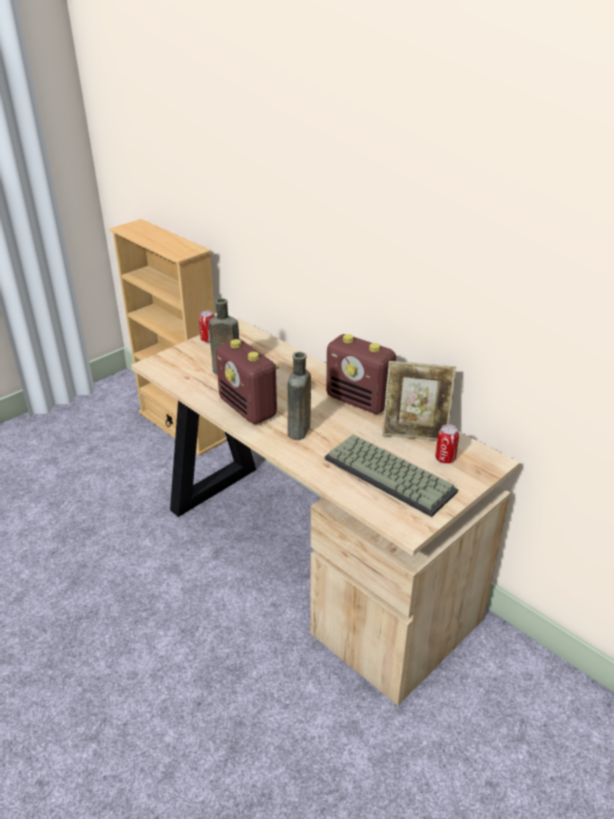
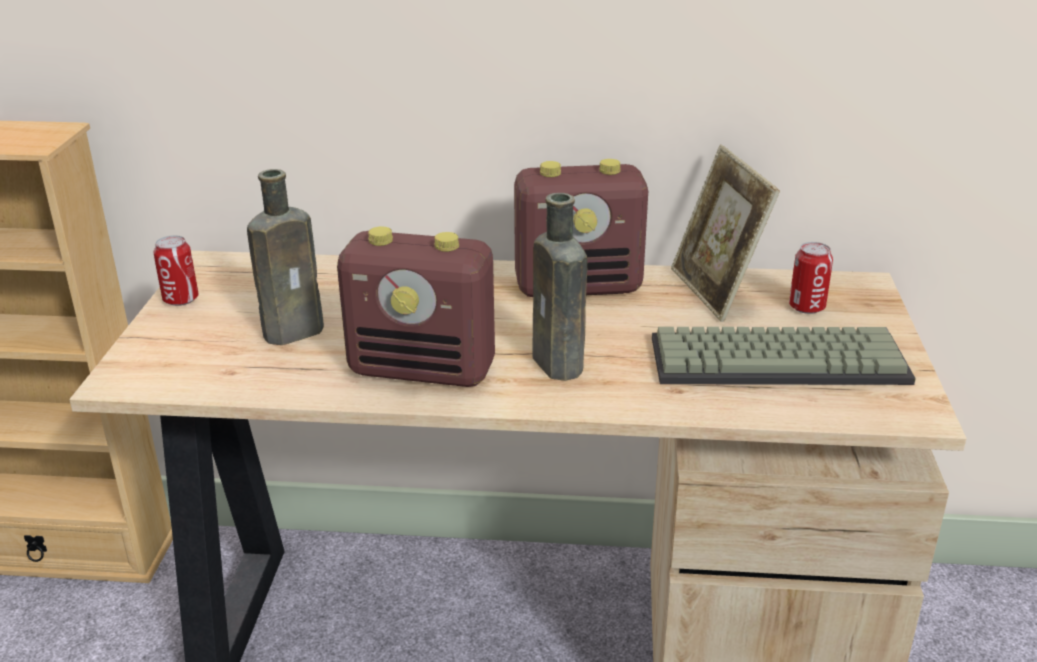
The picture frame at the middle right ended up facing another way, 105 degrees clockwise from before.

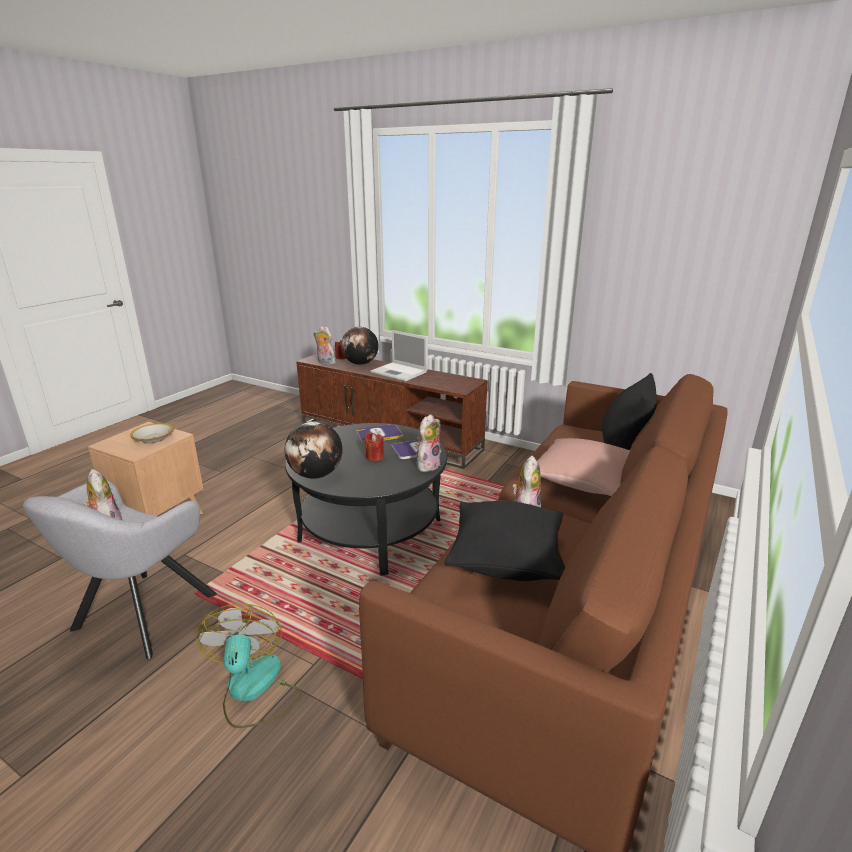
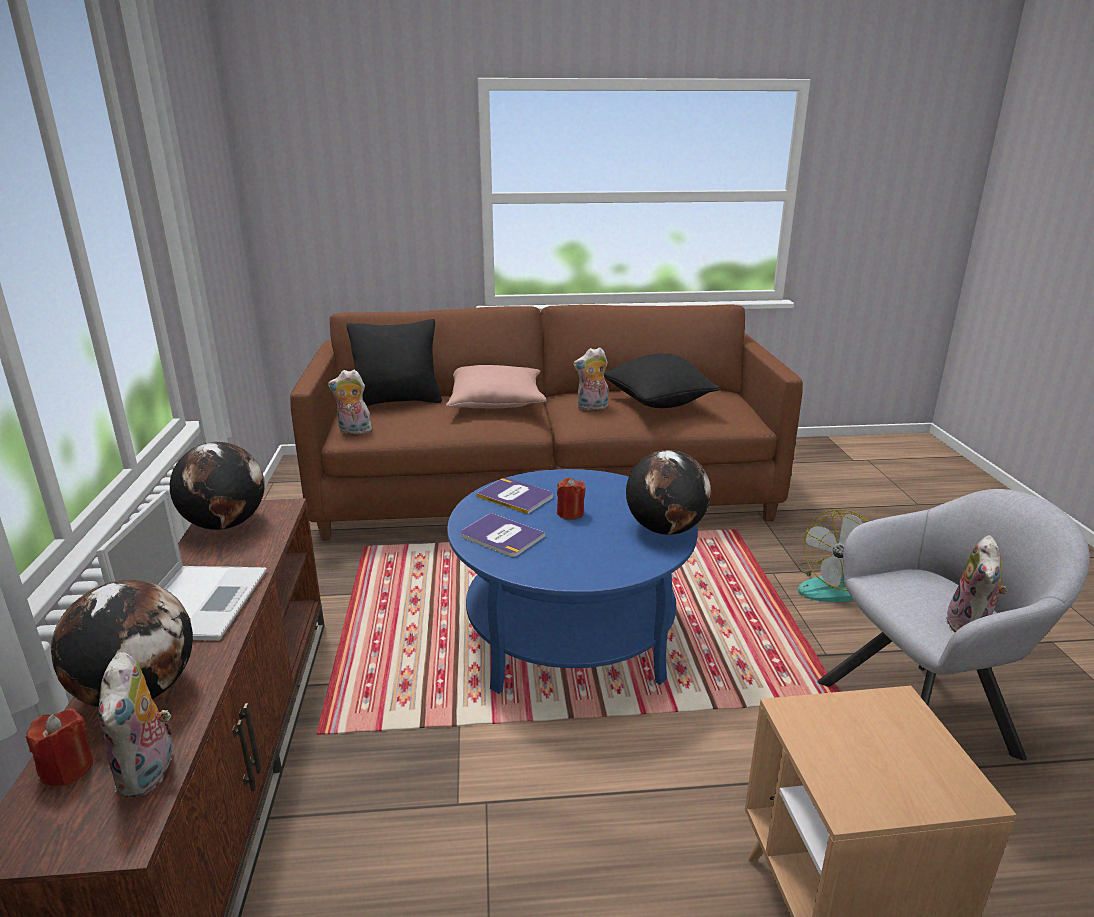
The second view gained the globe (no. 2 from left) at the middle left.
The plush toy (no. 3 from left in the first image) ended up elsewhere, having gone from the centre to the middle left.
What was the coffee table (black) at the centre turned into the coffee table (blue) at the centre.
The second view lost the bowl at the middle left.

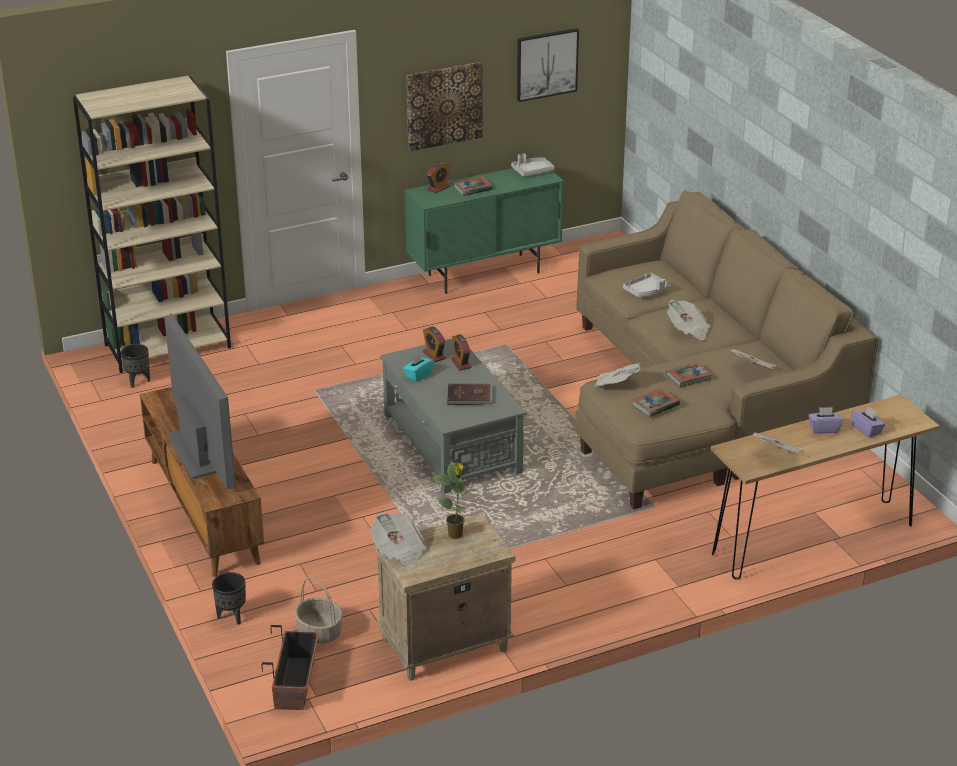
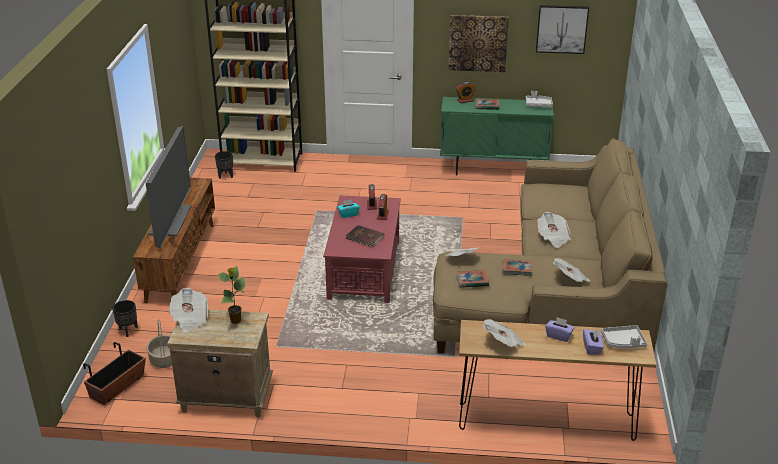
What was the coffee table (grey) at the centre turned into the coffee table (red) at the centre.
The tray (grey) (no. 2 from left) ended up elsewhere, having gone from the middle right to the bottom right.

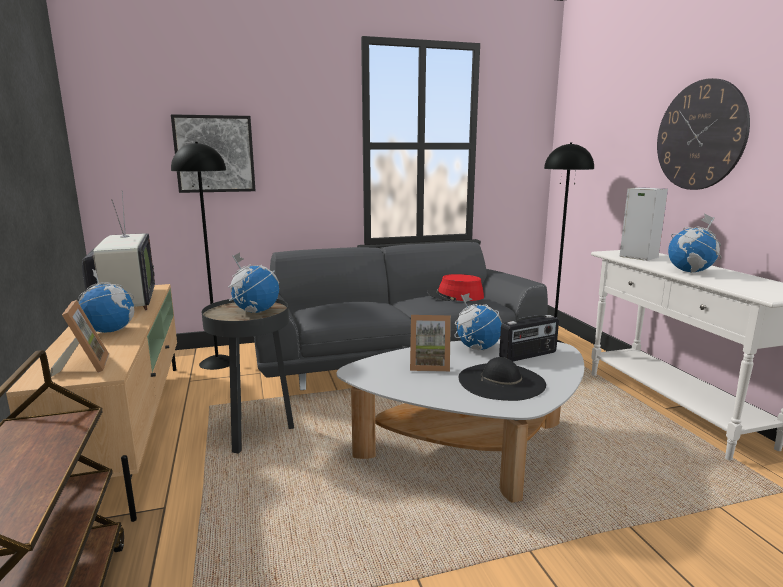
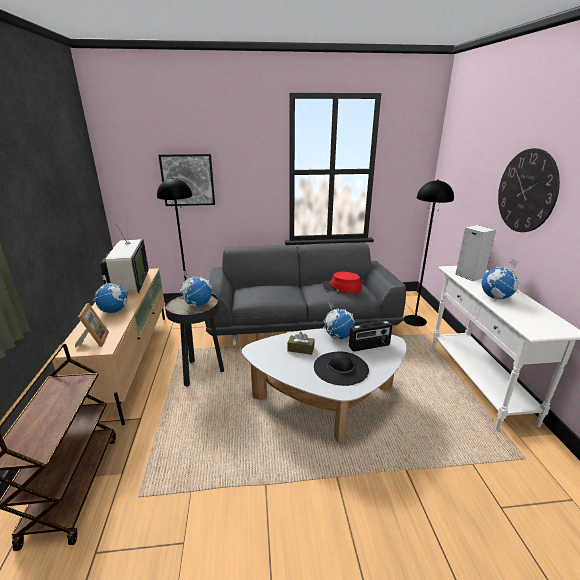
Where the picture frame (no. 2 from left) stood at the centre, the tissue box (brown) came to stand at the centre.

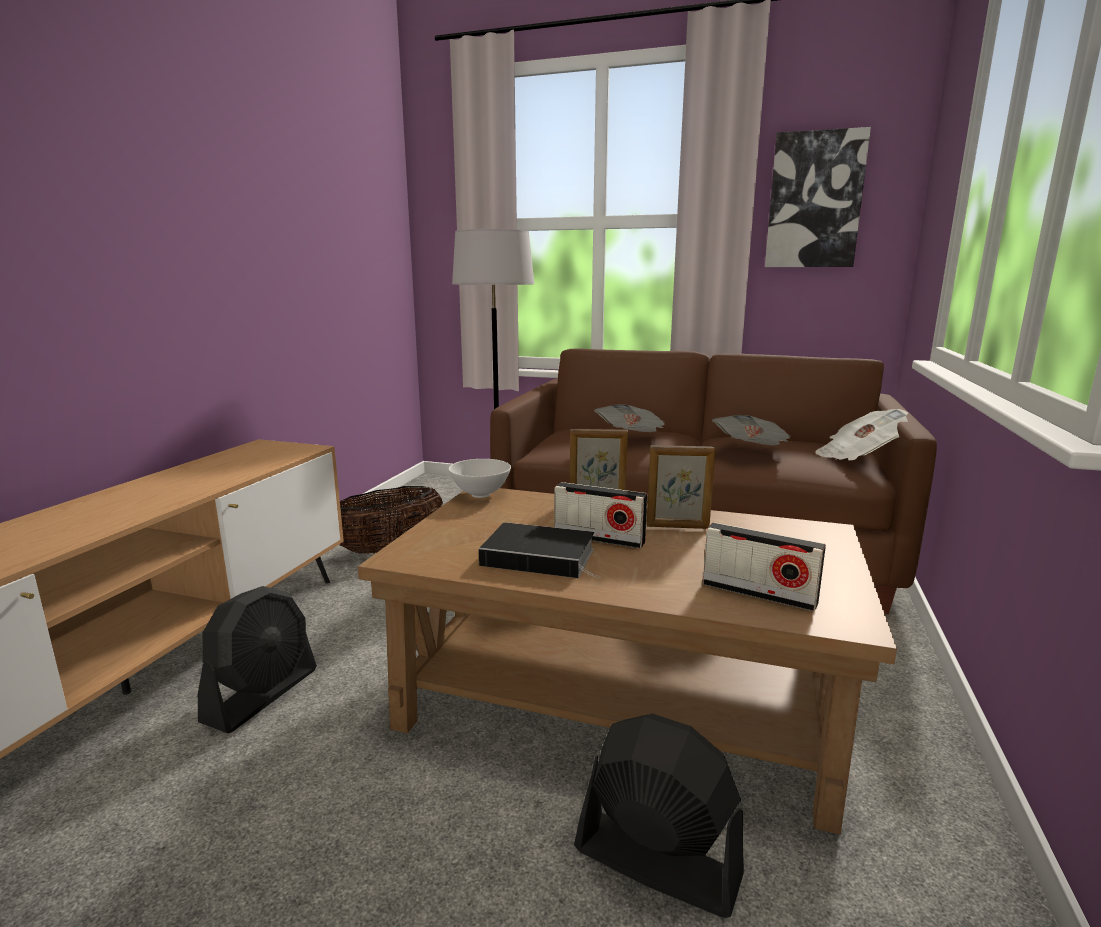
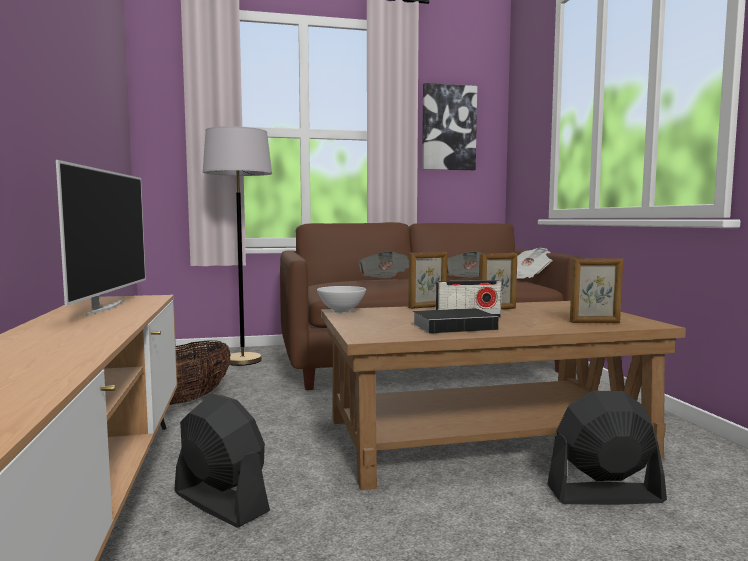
The second view gained the television at the middle left.
The fan (black) (no. 1 from left) at the bottom left ended up facing another way, 45 degrees counterclockwise from before.
Where the radio (no. 2 from left) stood at the middle right, the picture frame (no. 3 from left) came to stand at the middle right.

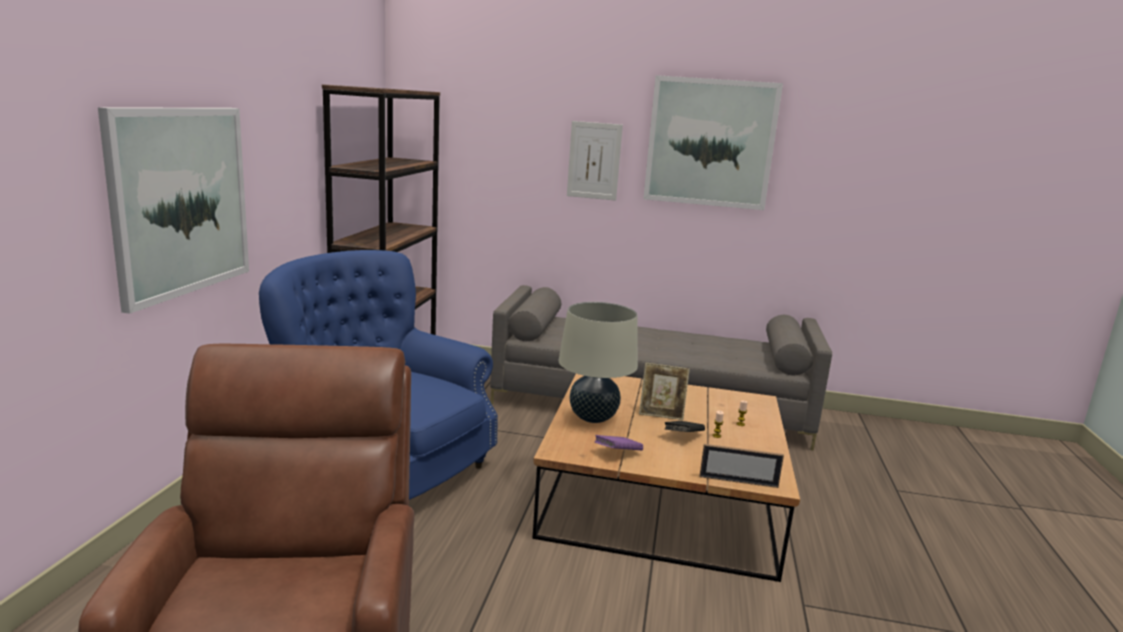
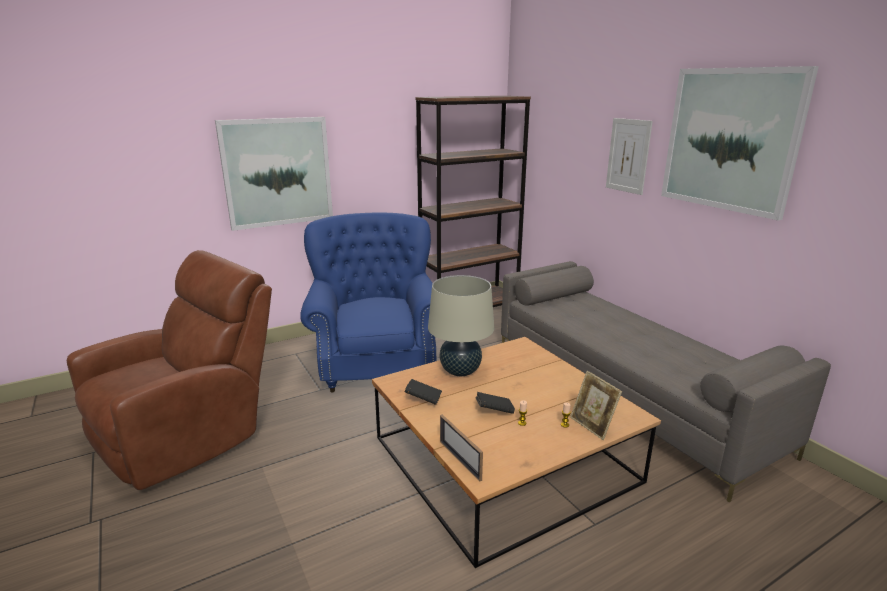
What was the book (purple) at the bottom centre turned into the book (black) (no. 1 from left) at the centre.
The picture frame (no. 1 from left in the first image) ended up elsewhere, having gone from the centre to the bottom right.

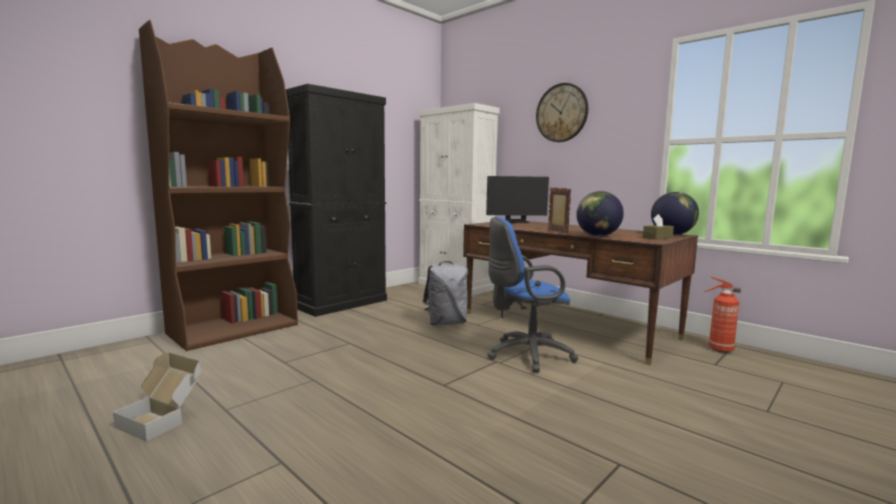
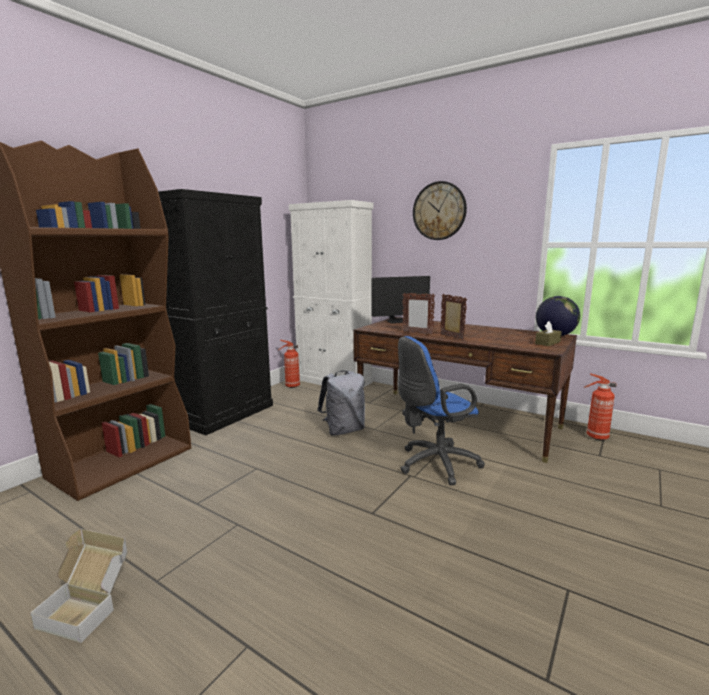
The second view gained the fire extinguisher (no. 1 from left) at the centre.
The second view gained the picture frame (no. 1 from left) at the centre.
The second view lost the globe (no. 1 from left) at the middle right.

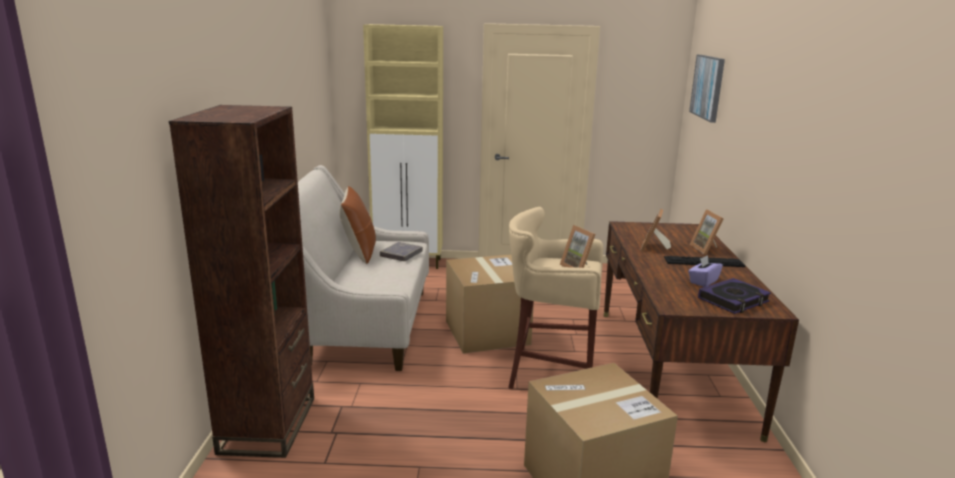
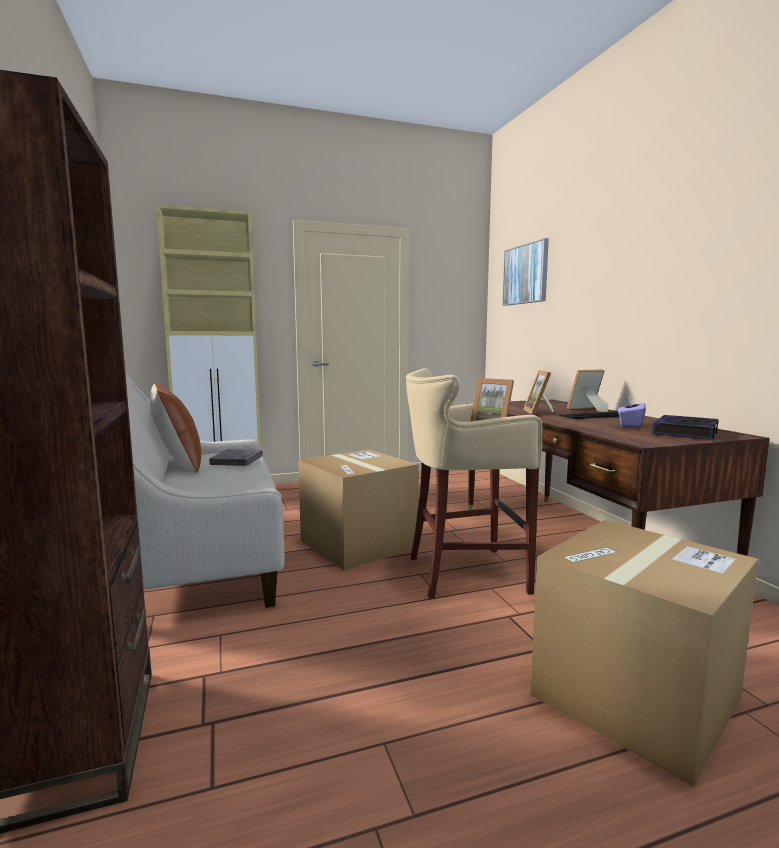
The picture frame (no. 3 from left) at the middle right ended up facing another way, 105 degrees clockwise from before.

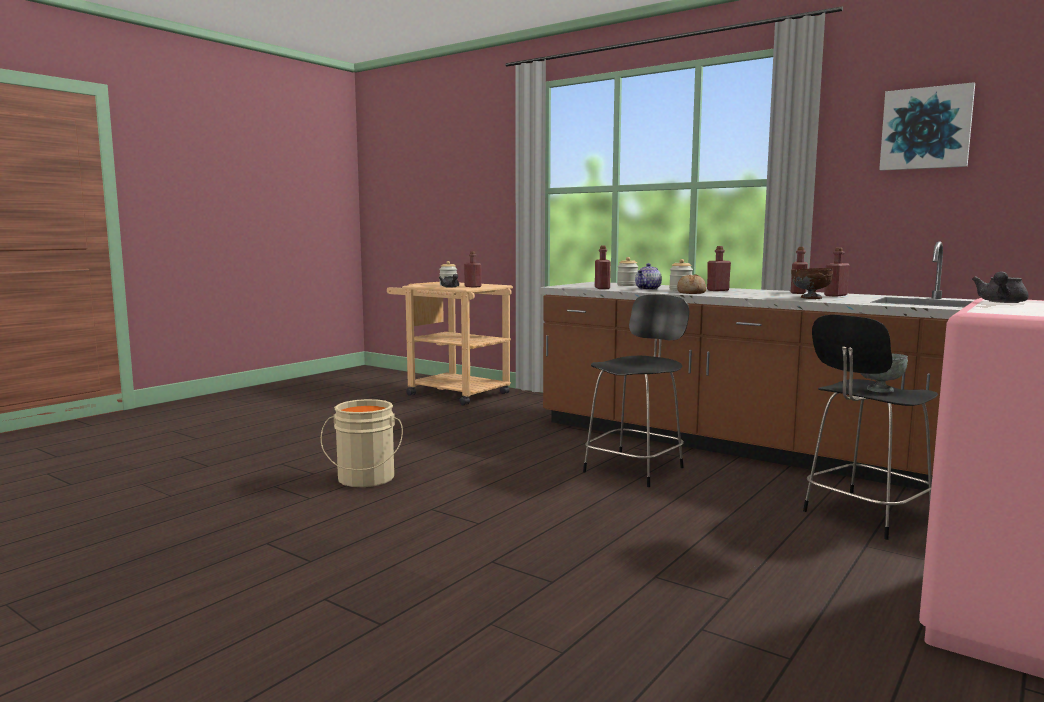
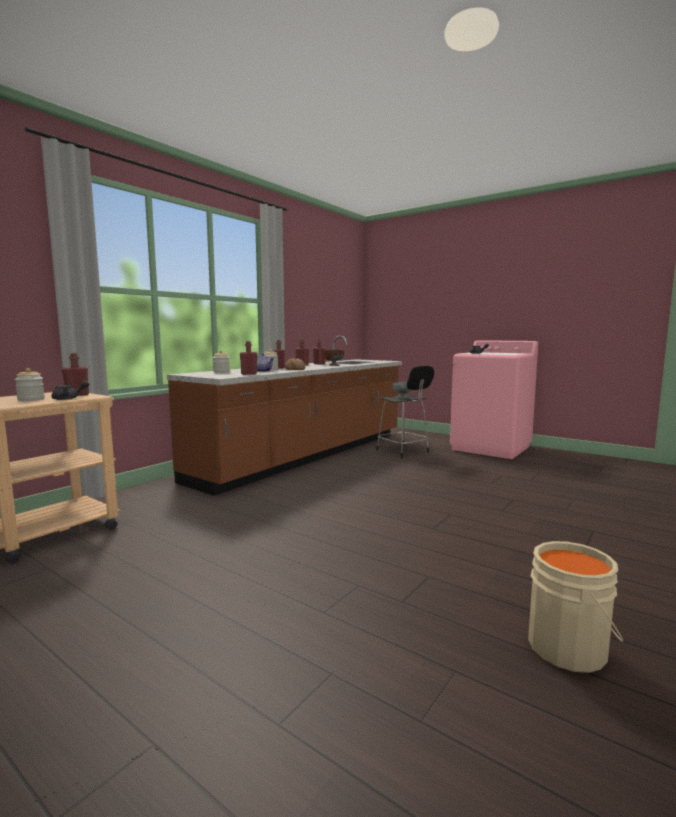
The bucket (beige) ended up elsewhere, having gone from the centre to the bottom right.
The second view lost the stool (black) (no. 1 from left) at the centre.
The second view lost the picture at the top right.

